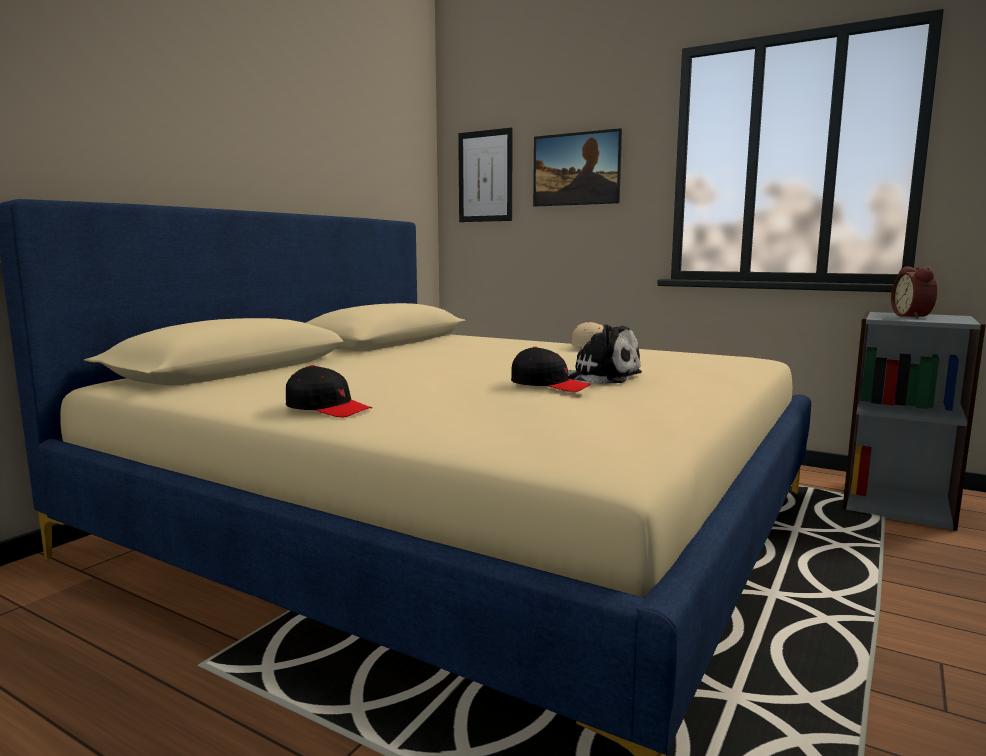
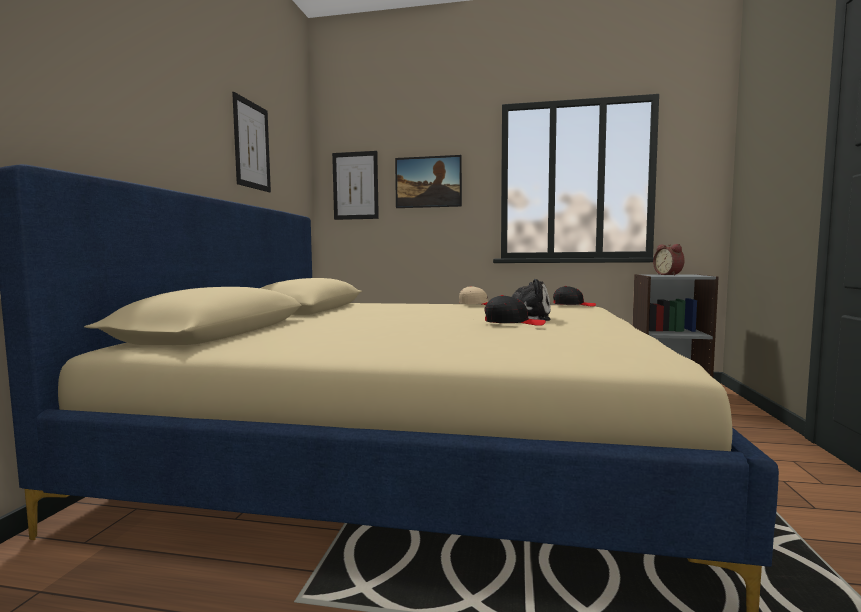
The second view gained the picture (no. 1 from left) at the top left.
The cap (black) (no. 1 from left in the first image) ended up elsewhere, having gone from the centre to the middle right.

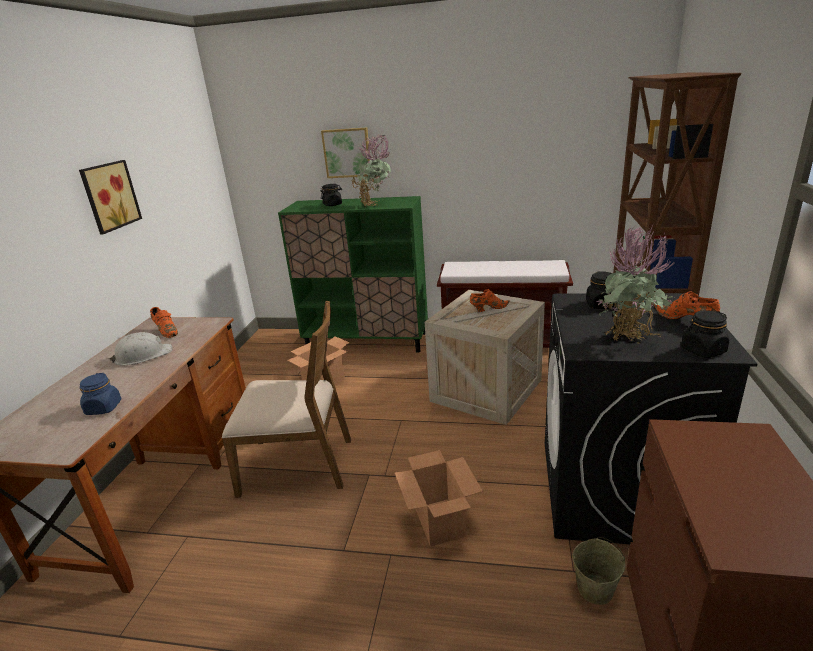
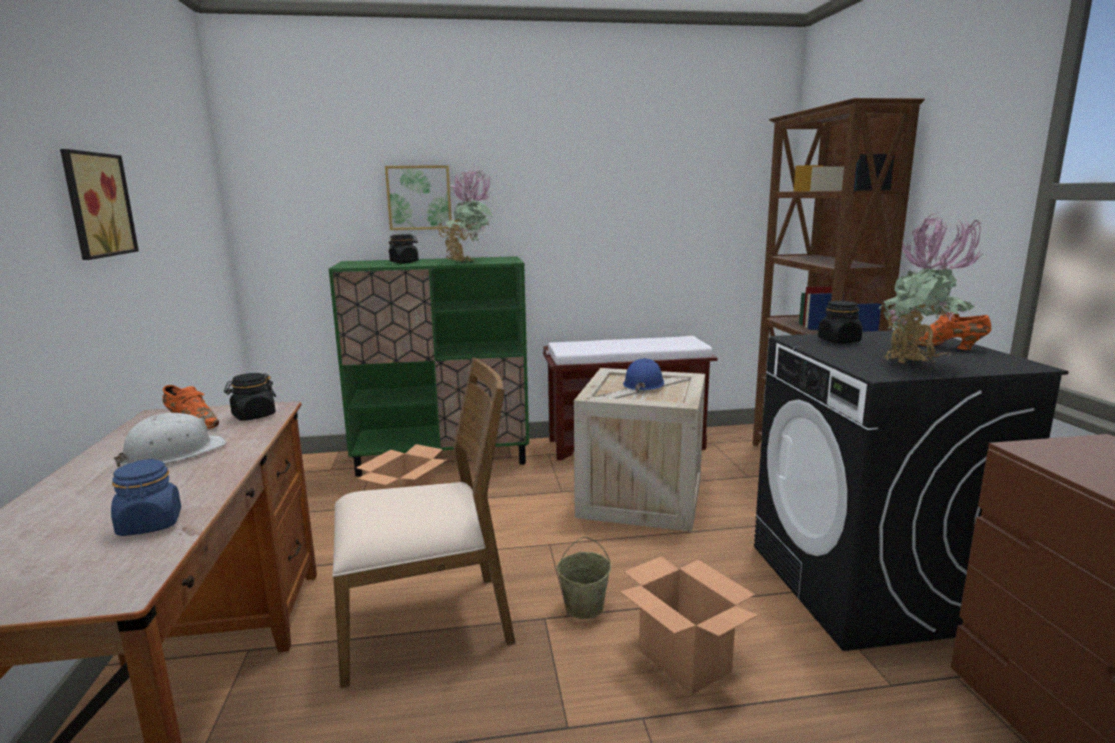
The jar (black) (no. 3 from left in the first image) ended up elsewhere, having gone from the middle right to the middle left.
The bucket (beige) ended up elsewhere, having gone from the bottom right to the bottom centre.
Where the shoe (orange) (no. 2 from left) stood at the centre, the hard hat (blue) came to stand at the centre.

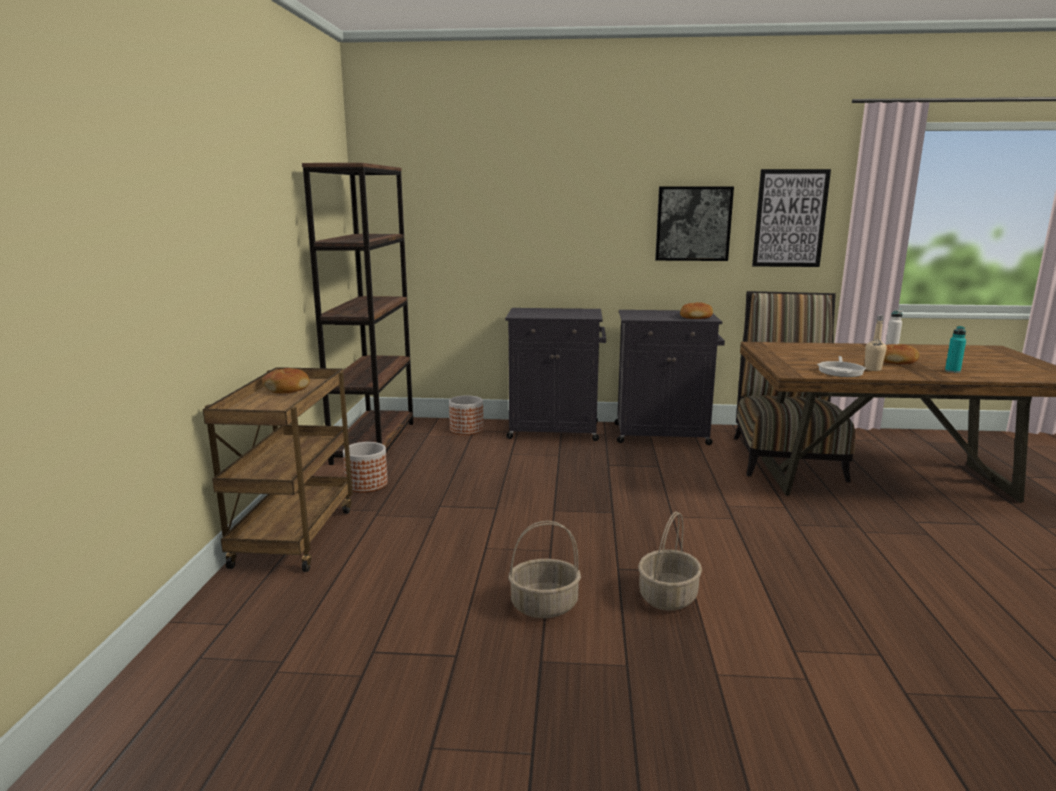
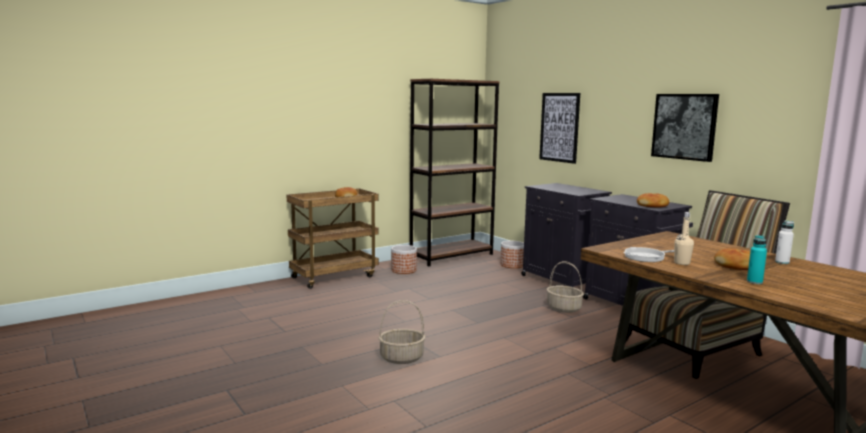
The picture (no. 2 from left in the first image) ended up elsewhere, having gone from the top right to the top centre.
The basket (no. 1 from left in the first image) ended up elsewhere, having gone from the bottom centre to the centre.

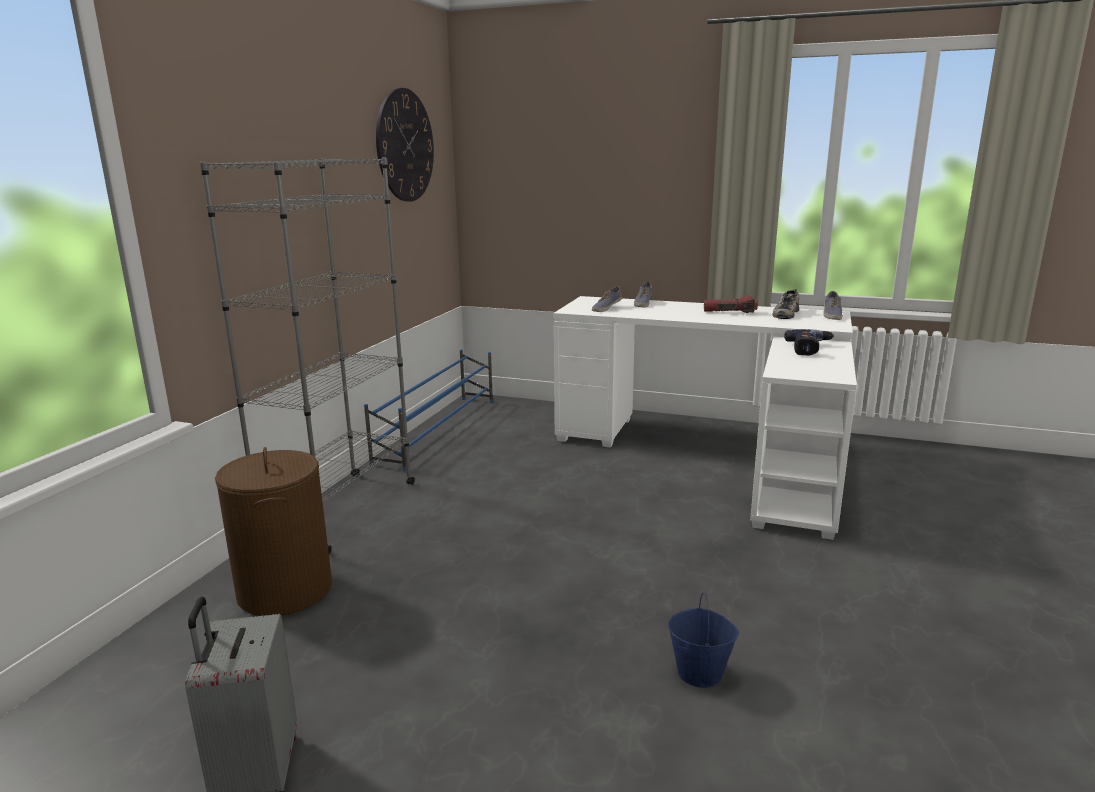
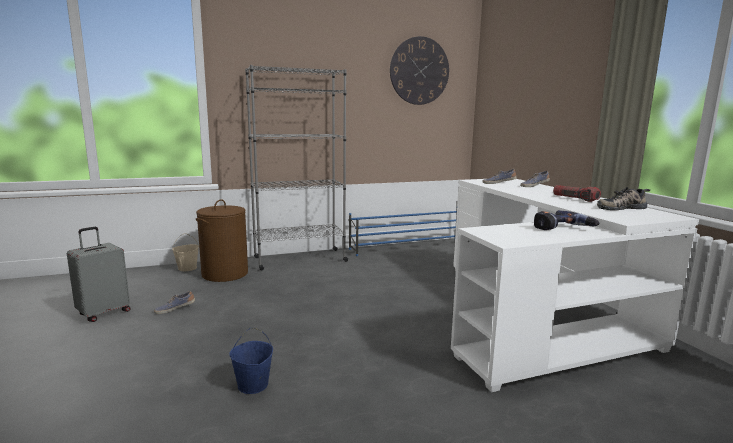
The shoe (no. 4 from left in the first image) ended up elsewhere, having gone from the middle right to the bottom left.
The second view gained the bucket (beige) at the middle left.

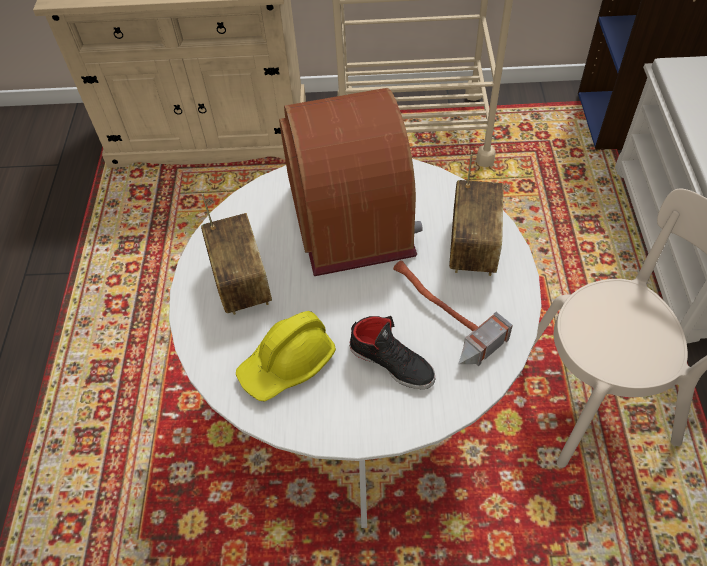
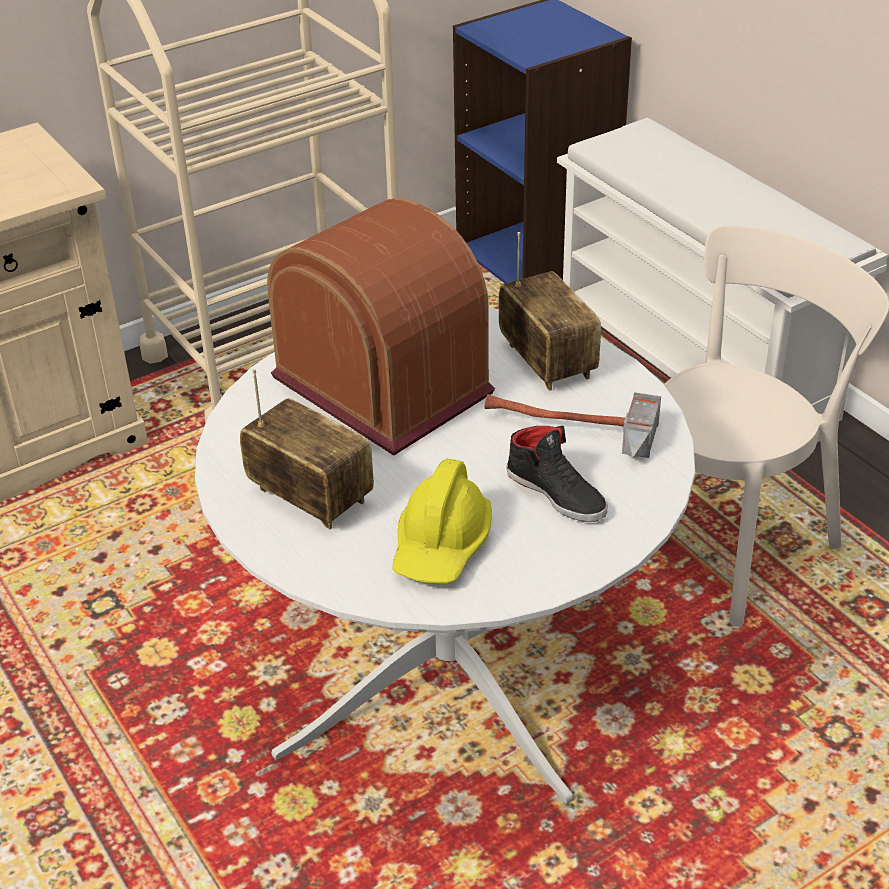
The shoe (black) at the centre ended up facing another way, 45 degrees clockwise from before.

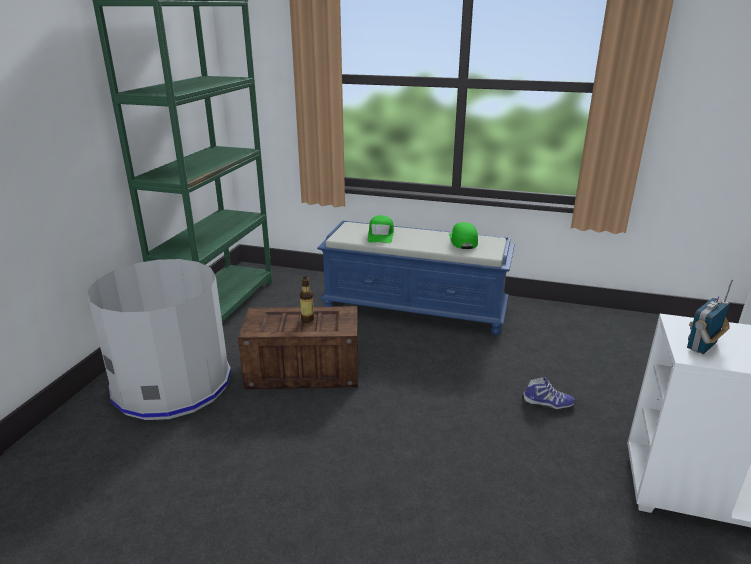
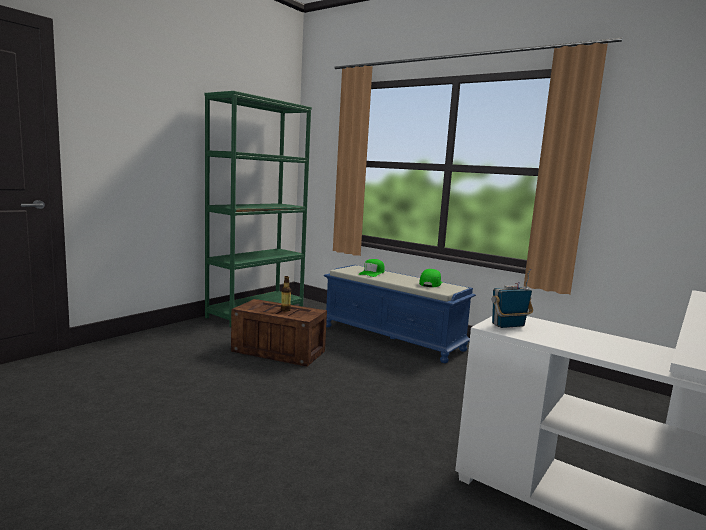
The second view lost the trash can (grey) at the middle left.
The second view lost the shoe at the bottom right.

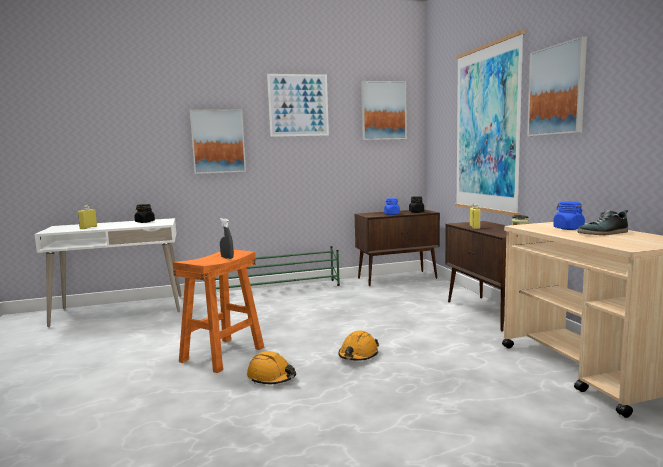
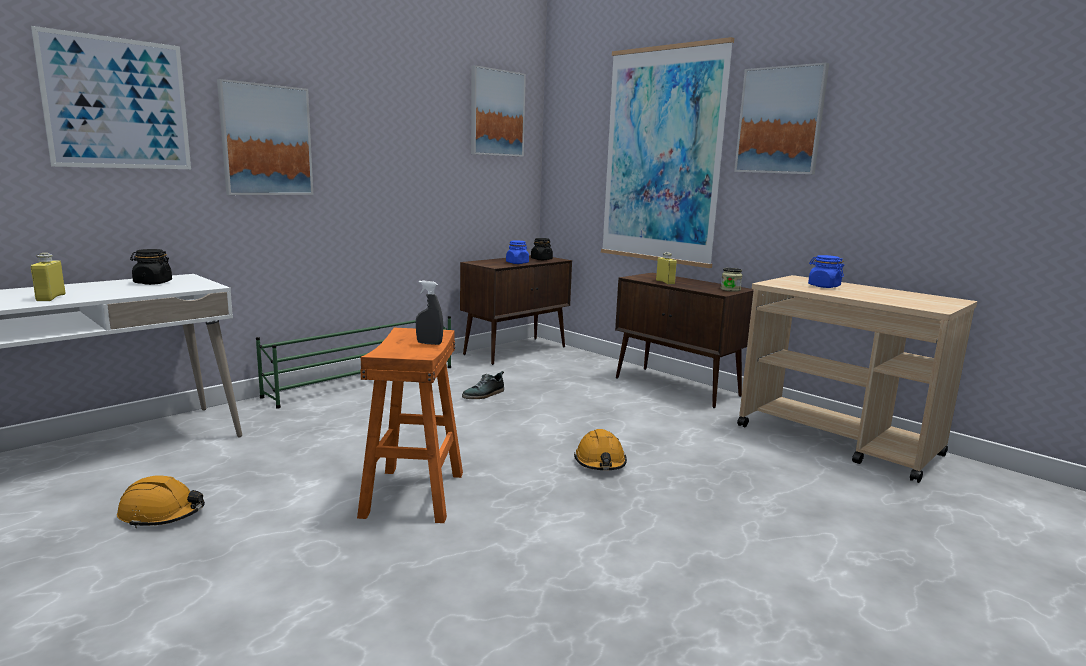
The picture (no. 2 from left in the first image) ended up elsewhere, having gone from the top centre to the top left.
The hard hat (orange) (no. 1 from left) ended up elsewhere, having gone from the bottom centre to the bottom left.
The shoe ended up elsewhere, having gone from the middle right to the centre.

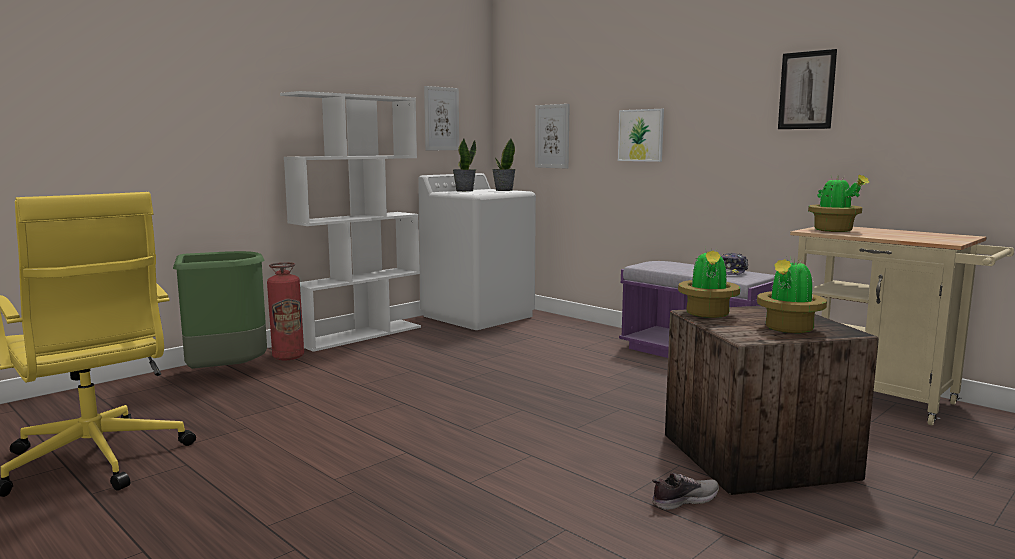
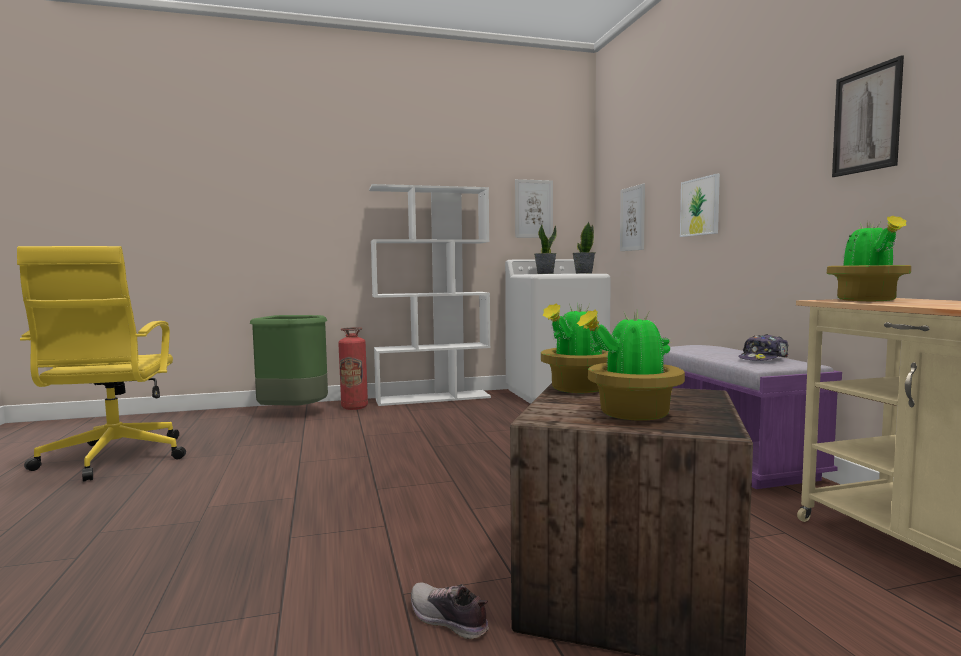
The shoe at the bottom right ended up facing another way, 150 degrees counterclockwise from before.

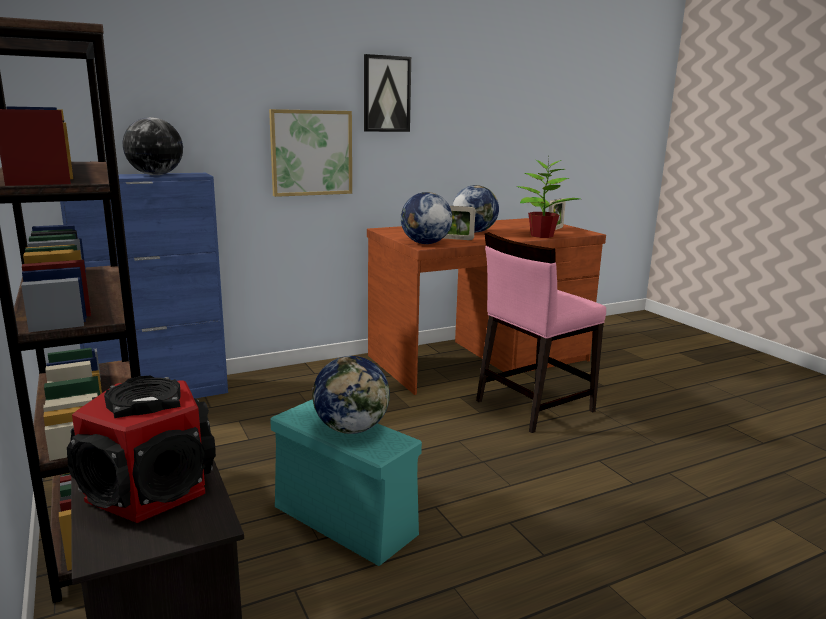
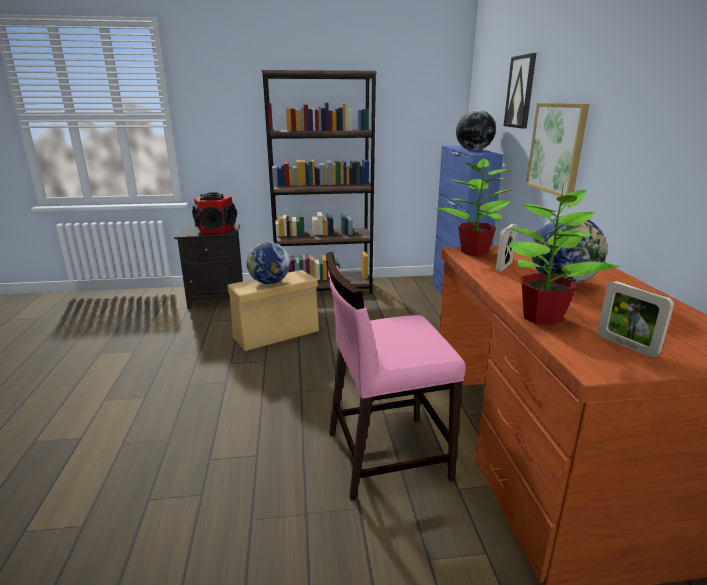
What was the storage box (turquoise) at the bottom centre turned into the storage box (beige) at the centre.
The chair (pink) at the centre ended up facing another way, 90 degrees counterclockwise from before.
Where the globe (no. 3 from left) stood at the centre, the potted plant (no. 1 from left) came to stand at the middle right.
The picture (no. 2 from left in the first image) ended up elsewhere, having gone from the top centre to the top right.

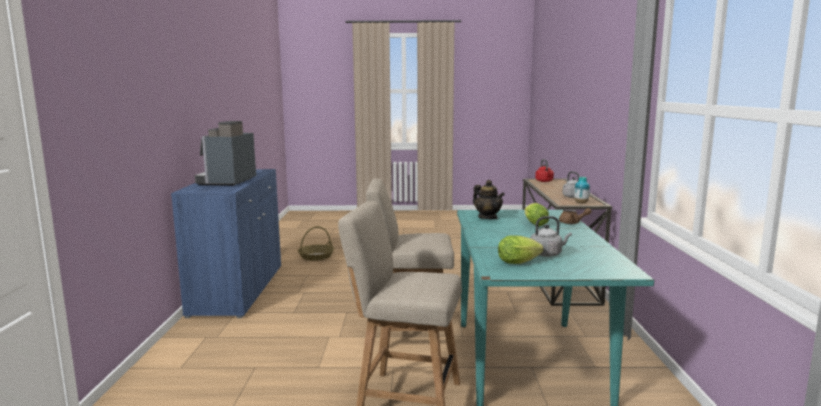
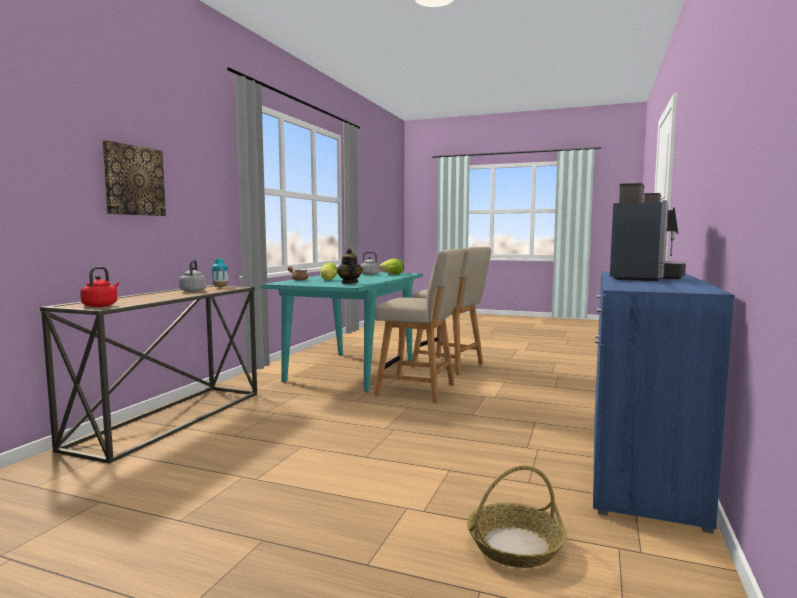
The second view gained the picture at the top left.

